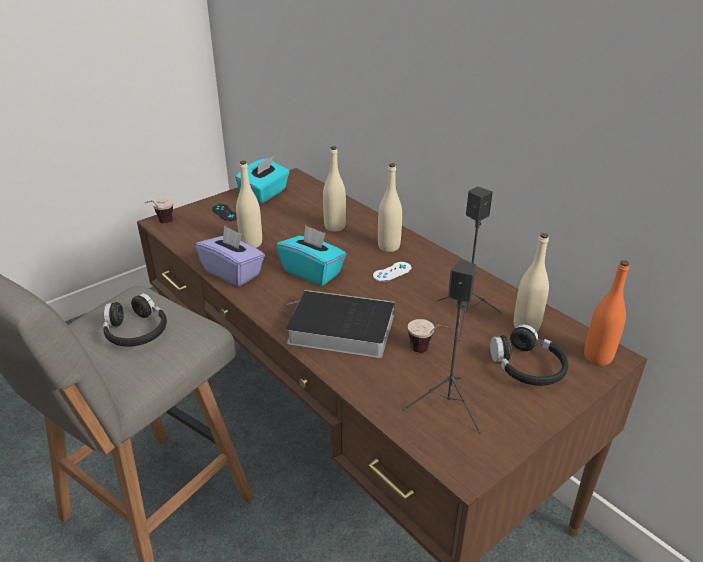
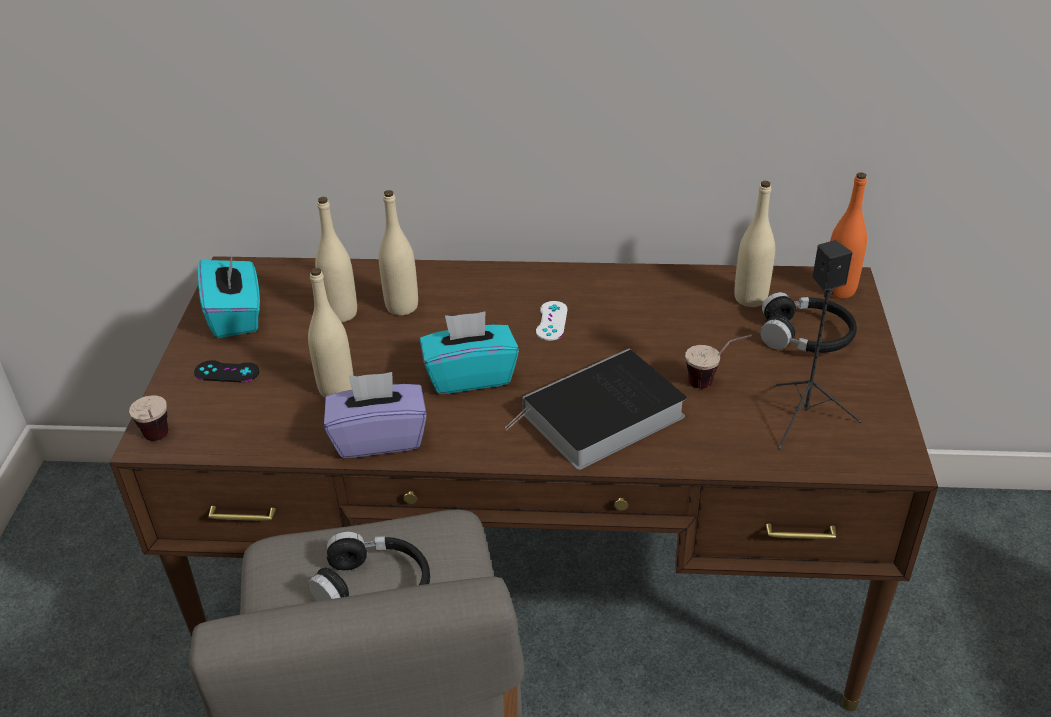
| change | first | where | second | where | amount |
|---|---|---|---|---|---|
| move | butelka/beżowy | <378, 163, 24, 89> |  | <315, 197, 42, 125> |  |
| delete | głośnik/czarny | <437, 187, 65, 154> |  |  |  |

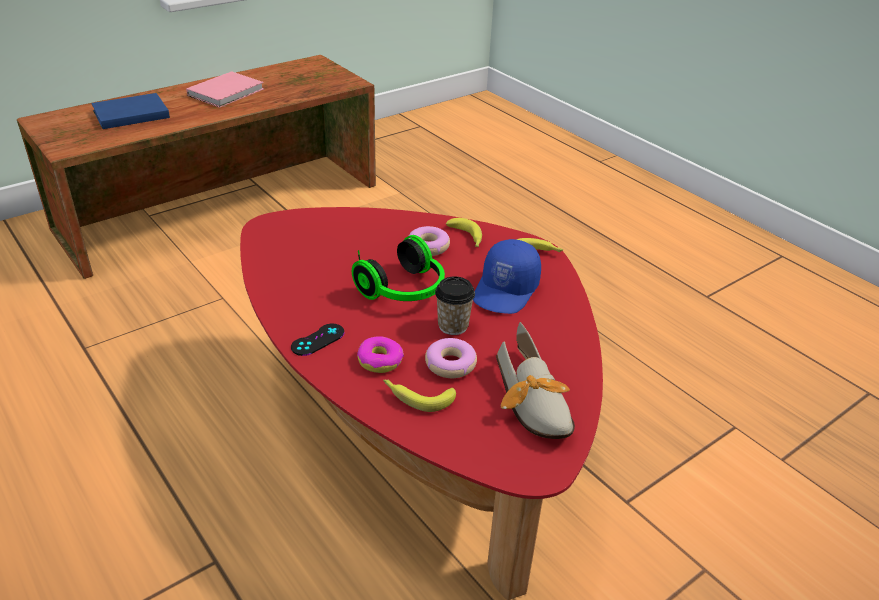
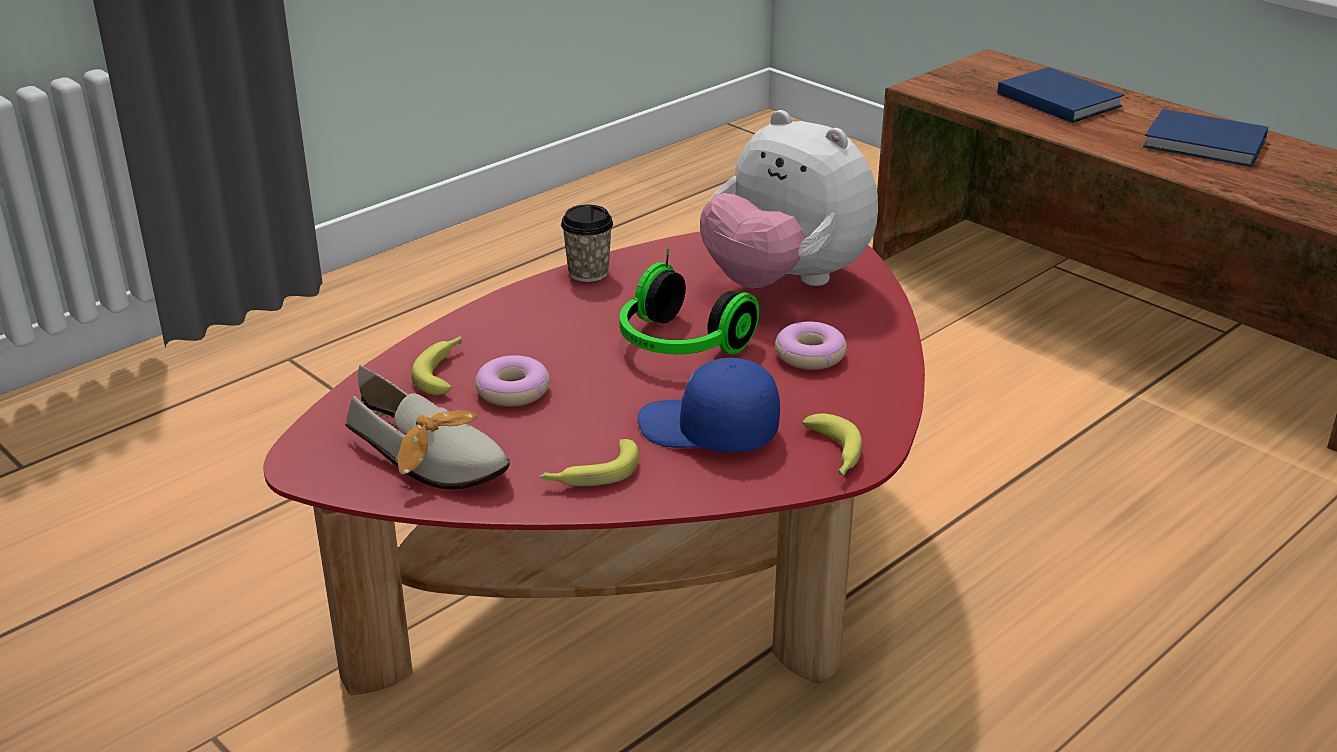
| change | first | where | second | where | amount |
|---|---|---|---|---|---|
| recolor | książka/różowy | <186, 71, 78, 37> | książka/niebieski | <1143, 109, 125, 58> |  |
| move | banan | <446, 218, 36, 29> |  | <540, 439, 99, 47> |  |
| move | filiżanka | <435, 276, 40, 59> |  | <561, 205, 52, 77> |  |
| rotate | but | <496, 322, 79, 117> |  | <345, 365, 165, 125> | 120 degrees counterclockwise |
| delete | pad do gier/czarny | <291, 324, 54, 32> |  |  |  |
| delete | donut | <357, 336, 47, 37> |  |  |  |
| insert |  |  | pluszak | <700, 110, 178, 179> |  |

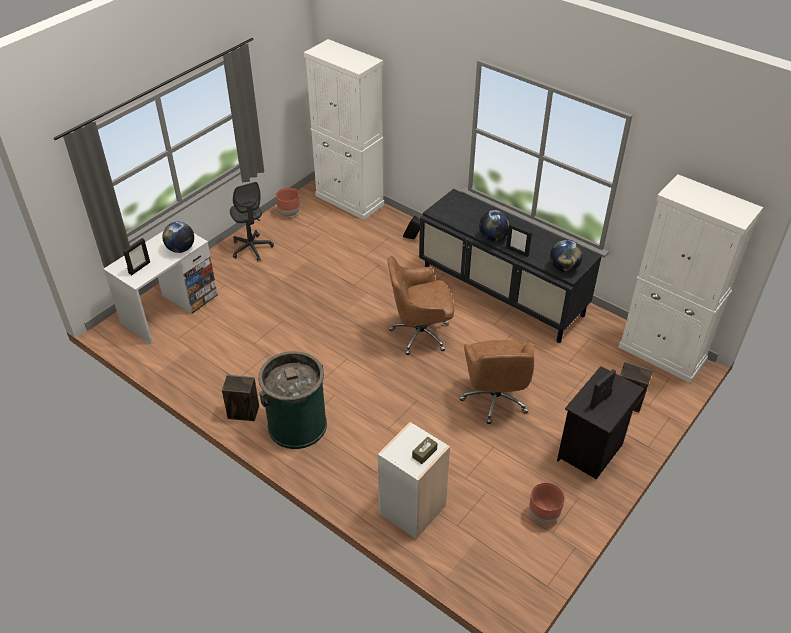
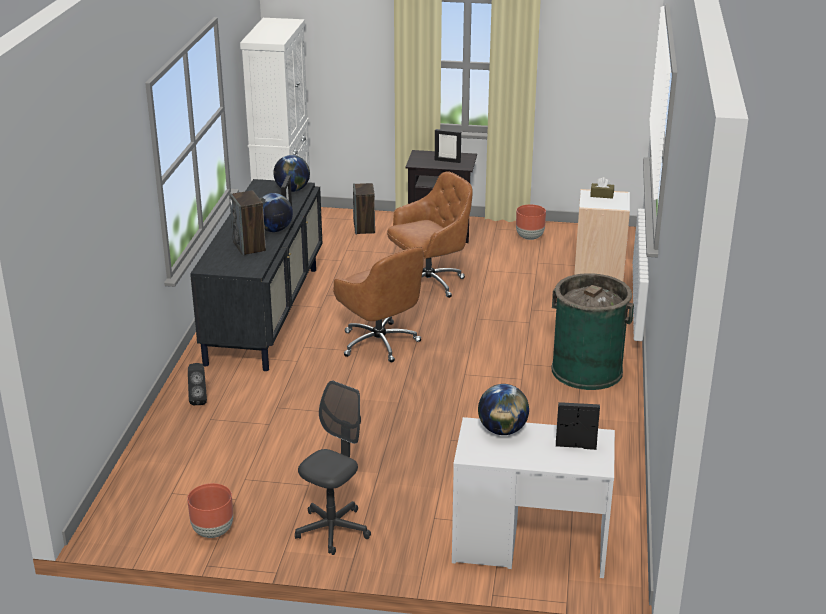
| change | first | where | second | where | amount |
|---|---|---|---|---|---|
| delete | szafka/biały | <304, 39, 80, 181> |  |  |  |
| move | głośnik | <222, 375, 37, 46> |  | <229, 190, 37, 66> |  |

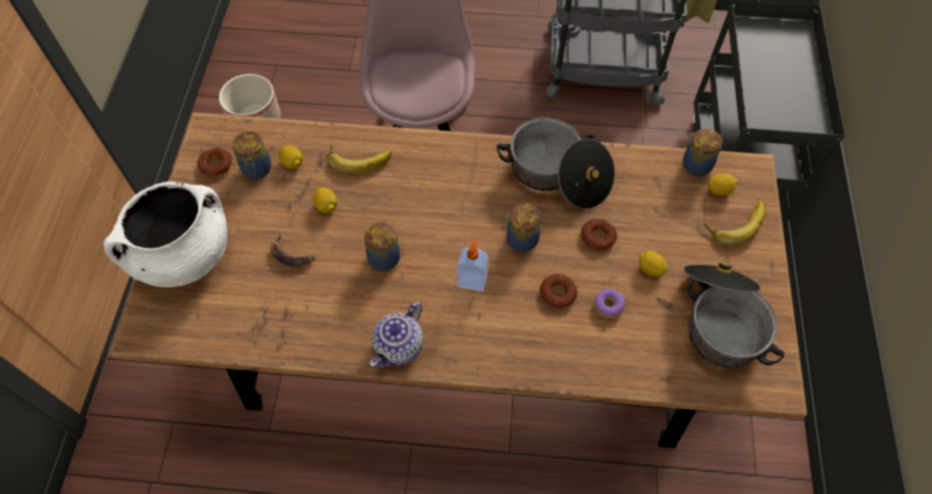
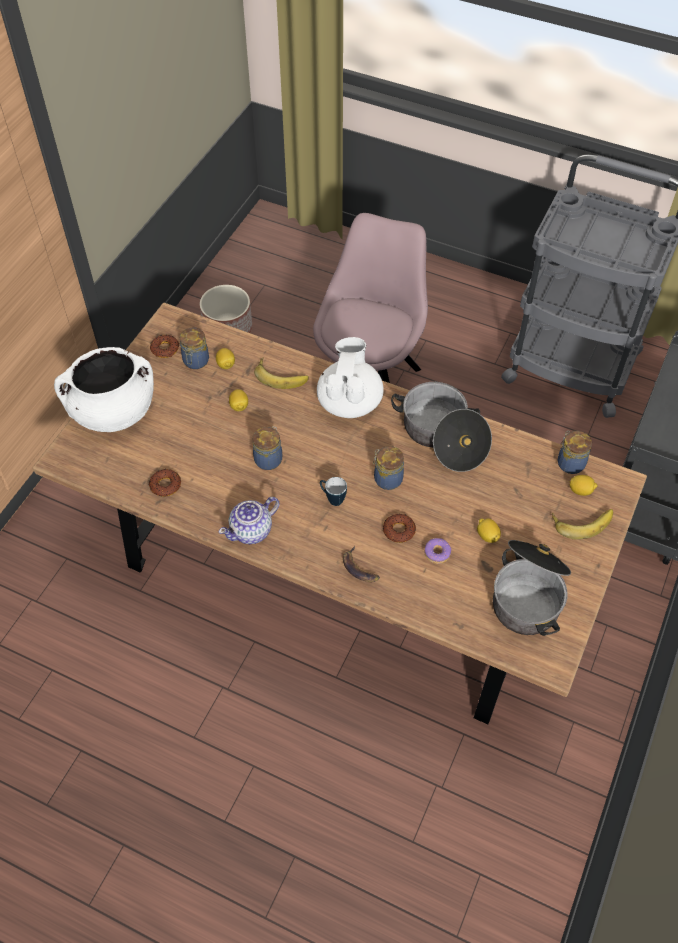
| change | first | where | second | where | amount |
|---|---|---|---|---|---|
| move | donut | <581, 219, 36, 32> |  | <149, 469, 32, 28> |  |
| move | banan | <270, 235, 45, 31> |  | <343, 546, 37, 36> |  |
| replace | dozownik mydła | <457, 238, 31, 54> | kubek | <320, 477, 27, 29> |  |
| insert |  |  | imbryk/biały | <317, 337, 67, 81> |  |

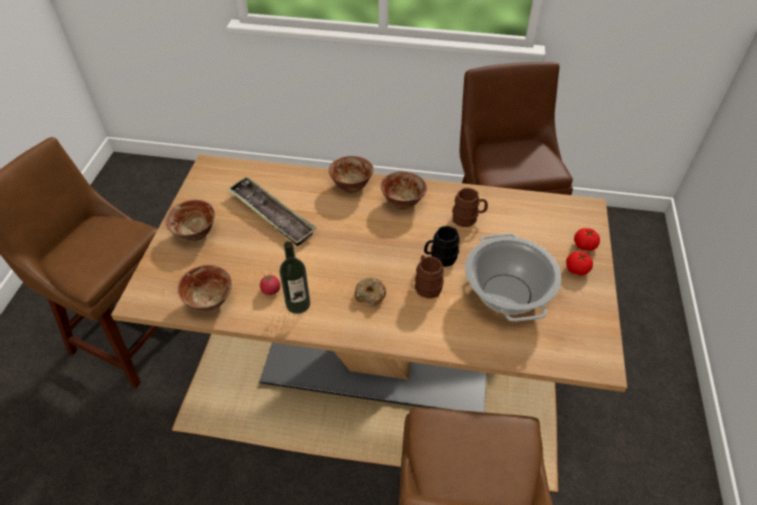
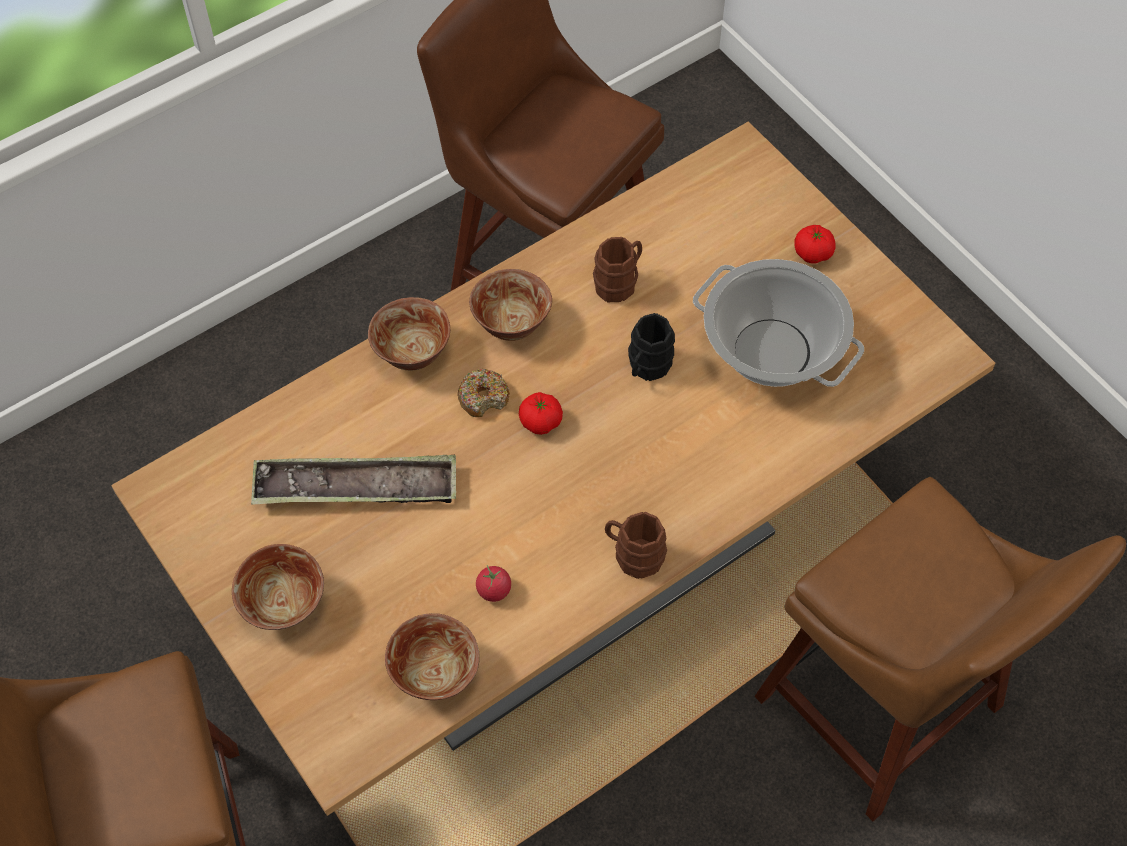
| change | first | where | second | where | amount |
|---|---|---|---|---|---|
| move | pomidor | <574, 228, 26, 23> |  | <519, 392, 44, 43> |  |
| delete | butelka | <280, 241, 30, 73> |  |  |  |
| move | kubek/brązowy | <415, 255, 29, 44> |  | <605, 512, 62, 67> |  |
| move | donut | <355, 277, 31, 29> |  | <457, 369, 53, 48> |  |

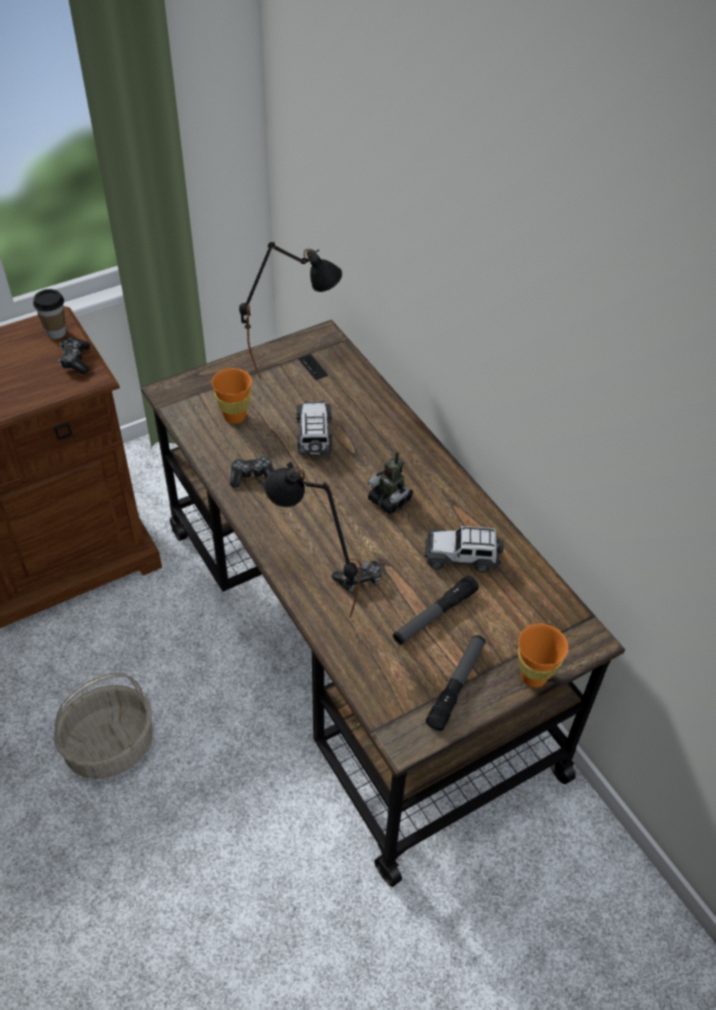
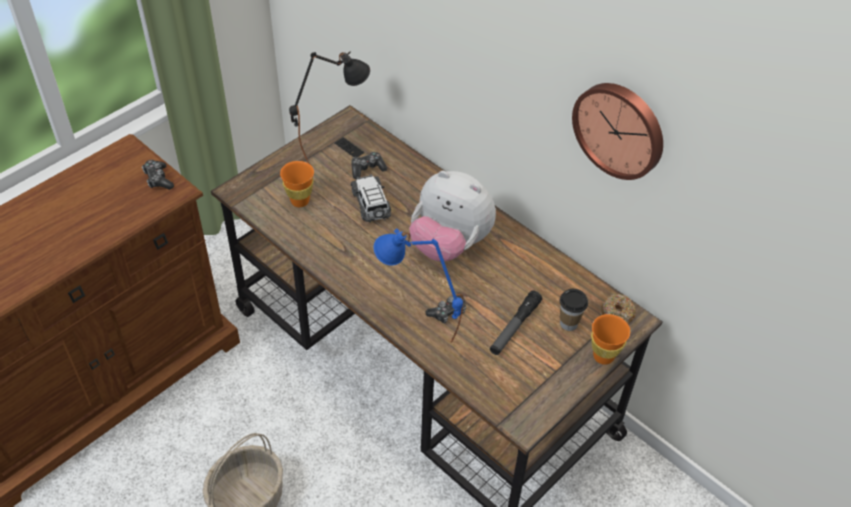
| change | first | where | second | where | amount |
|---|---|---|---|---|---|
| move | filiżanka | <33, 289, 33, 50> |  | <560, 289, 28, 42> |  |
| replace | robot zabawkowy | <368, 452, 45, 62> | pluszak | <409, 171, 87, 91> |  |
| move | pad do gier | <230, 456, 44, 32> |  | <351, 152, 36, 27> |  |
| recolor | lampa stołowa/czarny | <264, 462, 97, 156> | lampa stołowa/niebieski | <373, 229, 90, 114> |  |
| delete | samochodzik | <424, 526, 80, 47> |  |  |  |
| delete | latarka | <426, 635, 59, 96> |  |  |  |
| insert |  |  | zegar ścienny | <572, 83, 91, 97> |  |
| insert |  |  | donut | <601, 294, 35, 29> |  |

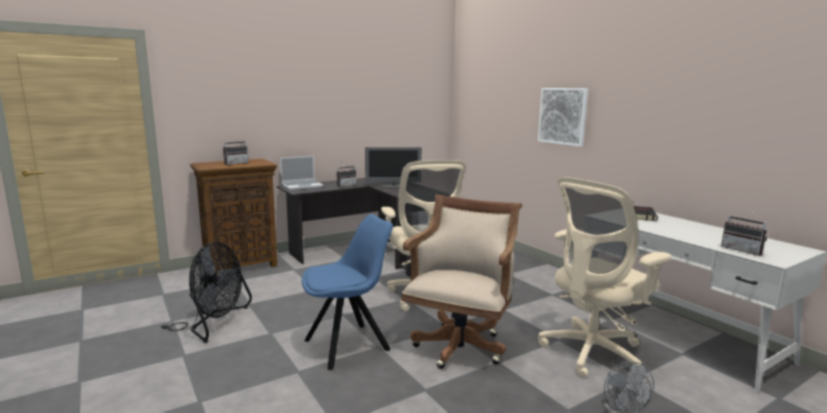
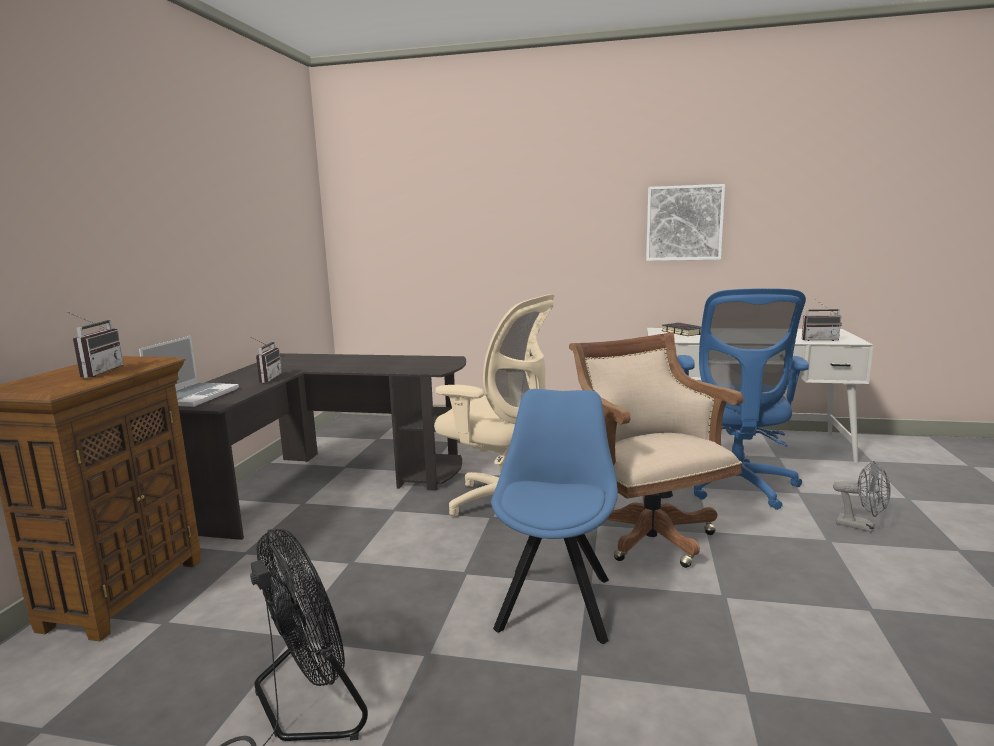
| change | first | where | second | where | amount |
|---|---|---|---|---|---|
| move | obraz | <538, 88, 50, 59> |  | <646, 184, 79, 77> |  |
| delete | monitor | <365, 147, 56, 41> |  |  |  |
| recolor | krzesło biurowe/beżowy | <538, 177, 134, 201> | krzesło biurowe/niebieski | <677, 288, 132, 222> |  |

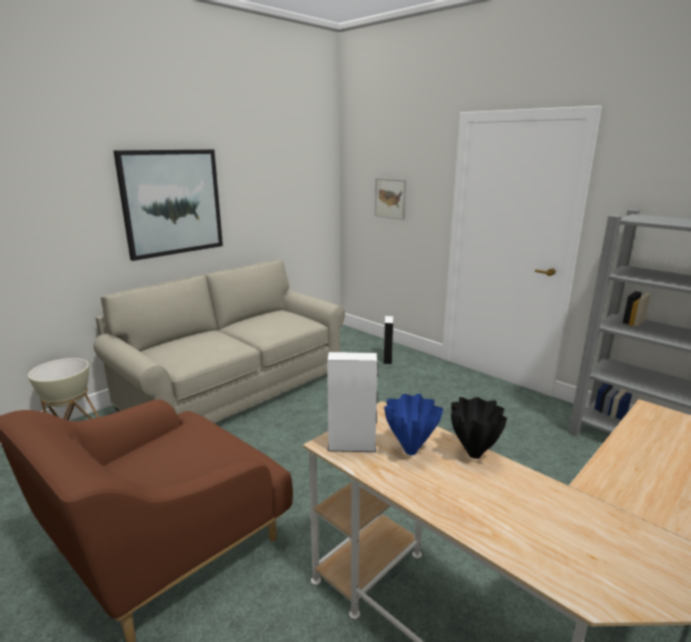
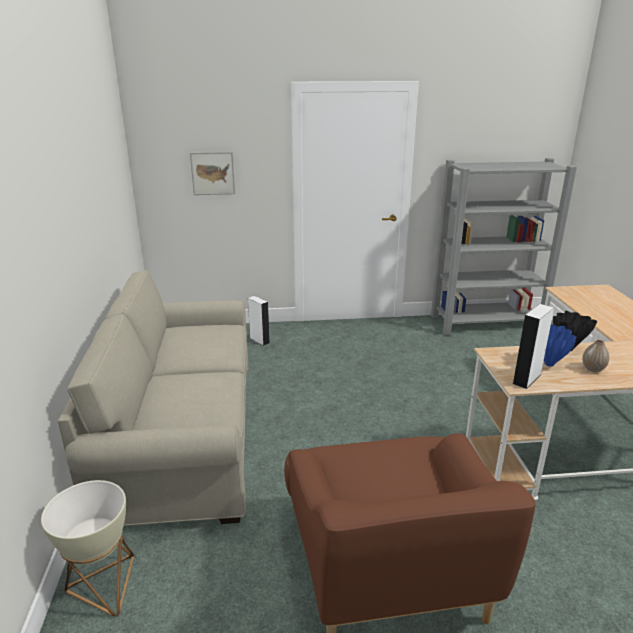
| change | first | where | second | where | amount |
|---|---|---|---|---|---|
| delete | obraz | <113, 150, 110, 111> |  |  |  |
| insert |  |  | wazon | <582, 340, 28, 32> |  |

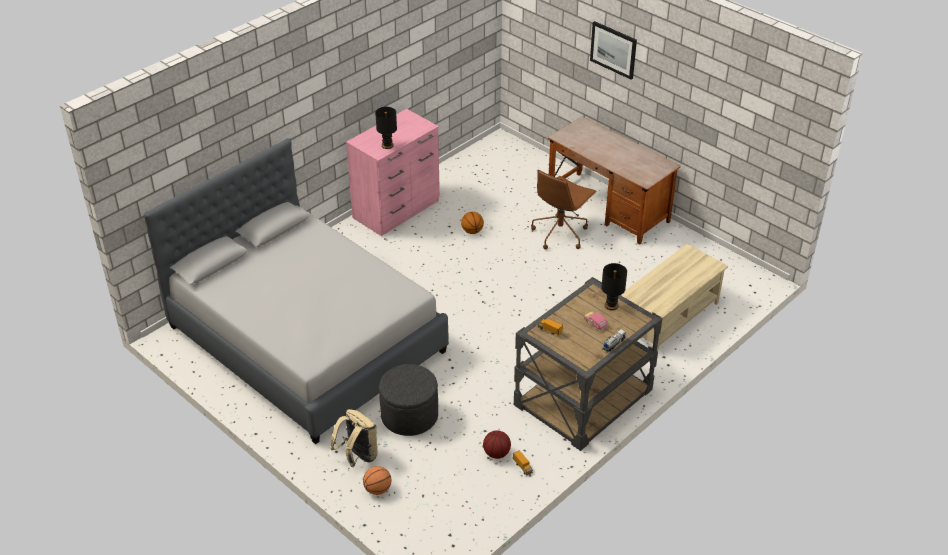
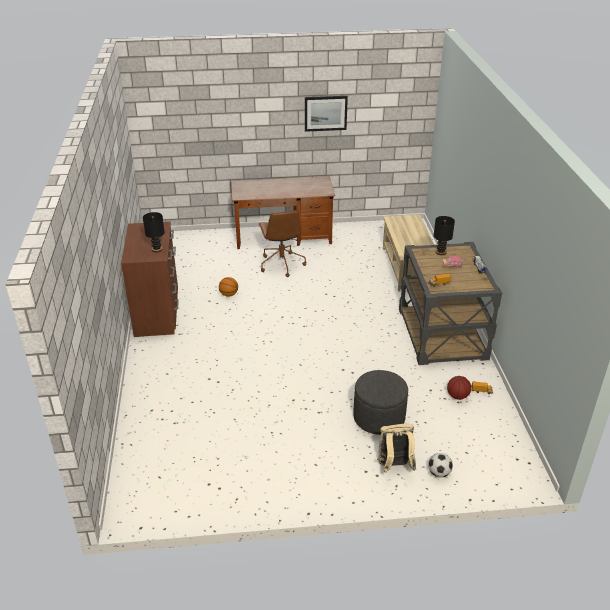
| change | first | where | second | where | amount |
|---|---|---|---|---|---|
| move | obraz | <590, 21, 47, 59> |  | <305, 96, 43, 36> |  |
| recolor | komoda/różowy | <346, 109, 94, 127> | komoda/brązowy | <121, 221, 58, 116> |  |
| delete | łóżko/szary | <144, 138, 305, 306> |  |  |  |
| replace | piłka do koszykówki | <363, 466, 28, 29> | piłka futbolowa | <428, 453, 25, 25> |  |

